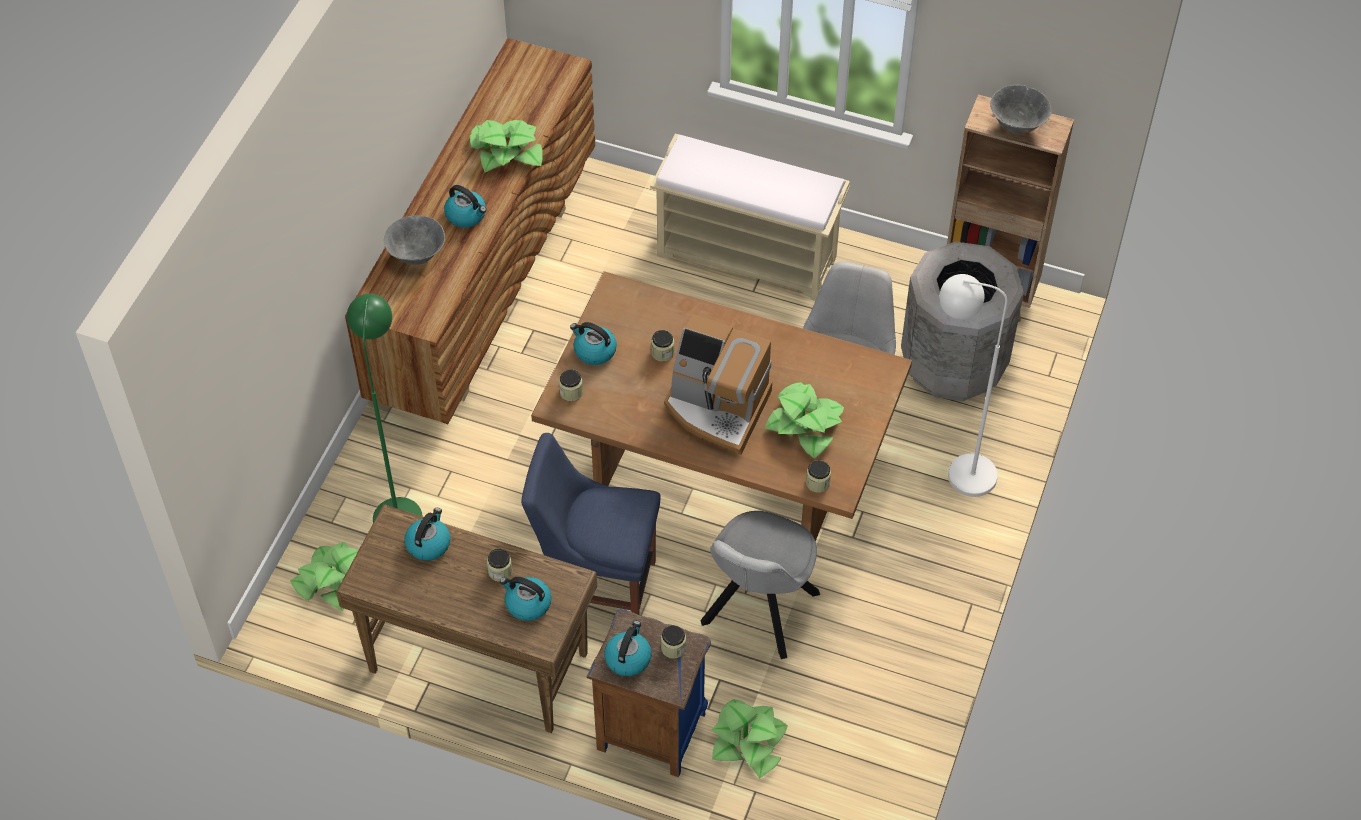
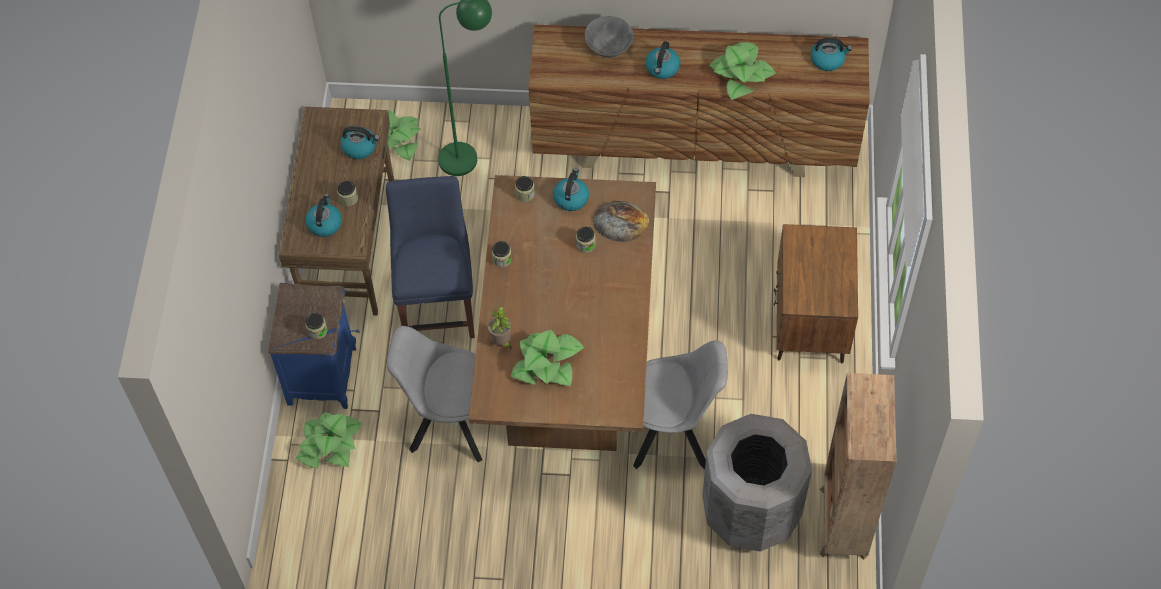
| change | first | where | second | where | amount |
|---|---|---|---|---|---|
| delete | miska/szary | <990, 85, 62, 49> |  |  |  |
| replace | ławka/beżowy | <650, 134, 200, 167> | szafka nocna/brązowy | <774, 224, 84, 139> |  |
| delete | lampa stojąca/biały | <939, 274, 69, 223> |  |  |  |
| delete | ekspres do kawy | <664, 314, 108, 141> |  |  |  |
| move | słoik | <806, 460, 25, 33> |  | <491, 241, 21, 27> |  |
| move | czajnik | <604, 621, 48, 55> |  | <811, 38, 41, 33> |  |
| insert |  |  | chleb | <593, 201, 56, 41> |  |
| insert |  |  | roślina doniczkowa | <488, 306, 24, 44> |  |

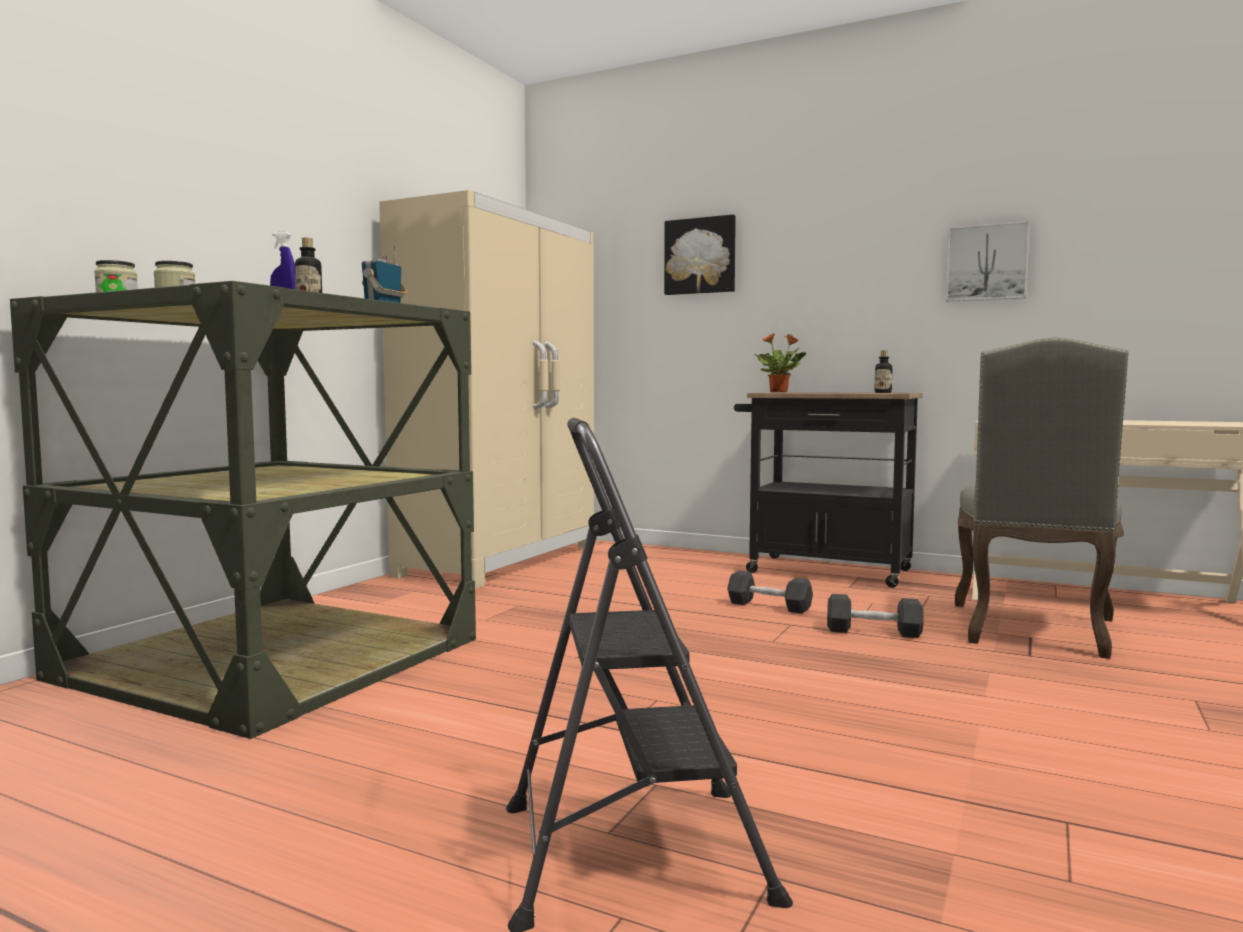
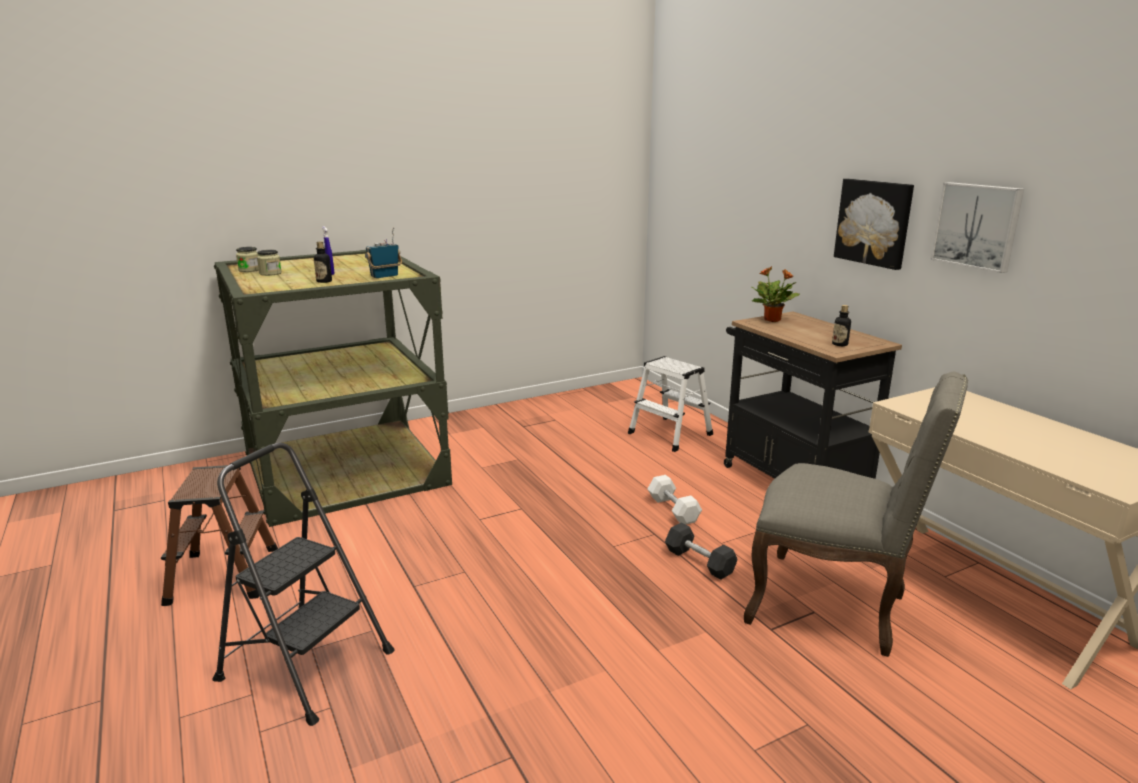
| change | first | where | second | where | amount |
|---|---|---|---|---|---|
| delete | szafka/beżowy | <379, 190, 215, 398> |  |  |  |
| move | obraz | <664, 214, 72, 81> |  | <834, 179, 80, 91> |  |
| rotate | krzesło/szary | <955, 337, 173, 322> |  | <744, 371, 224, 286> | 120 degrees counterclockwise |
| recolor | hantel/czarny | <727, 571, 86, 43> | hantel/biały | <648, 475, 54, 50> |  |
| insert |  |  | drabinka/biały | <628, 356, 85, 96> |  |
| insert |  |  | drabinka/brązowy | <161, 465, 117, 141> |  |

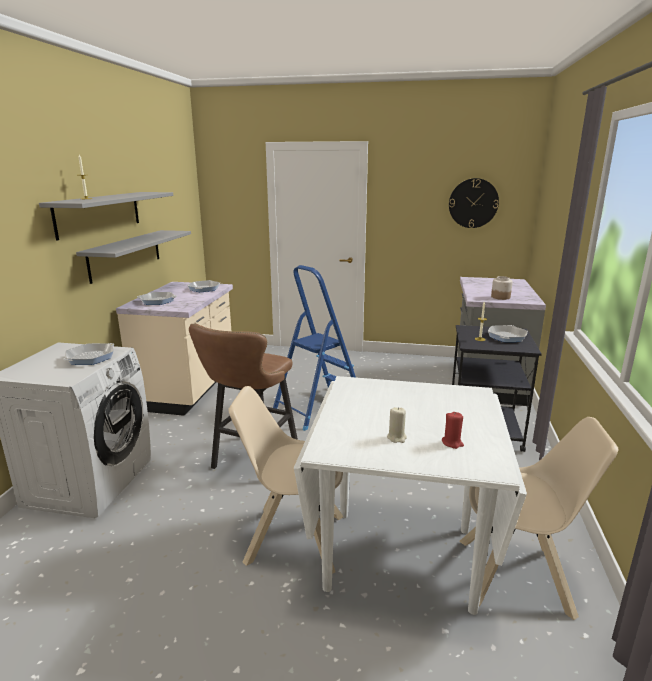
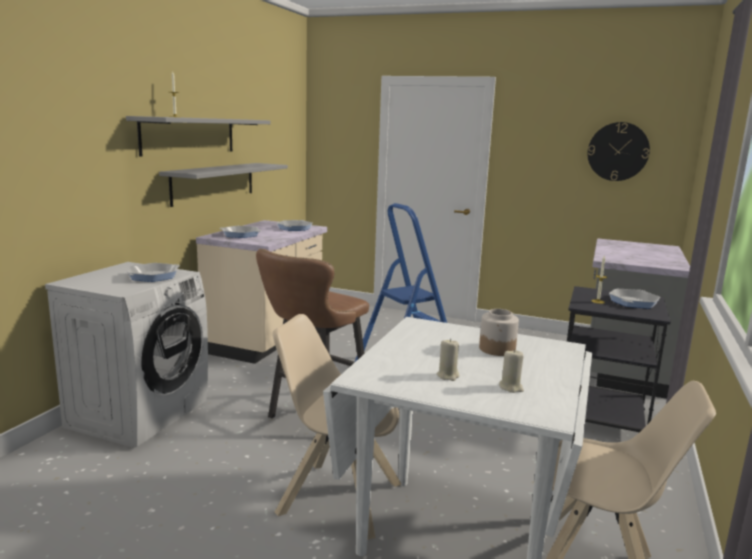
| change | first | where | second | where | amount |
|---|---|---|---|---|---|
| move | słoik | <491, 276, 22, 24> |  | <479, 309, 40, 47> |  |
| recolor | świeca/czerwony | <442, 412, 22, 37> | świeca/beżowy | <499, 349, 25, 44> |  |

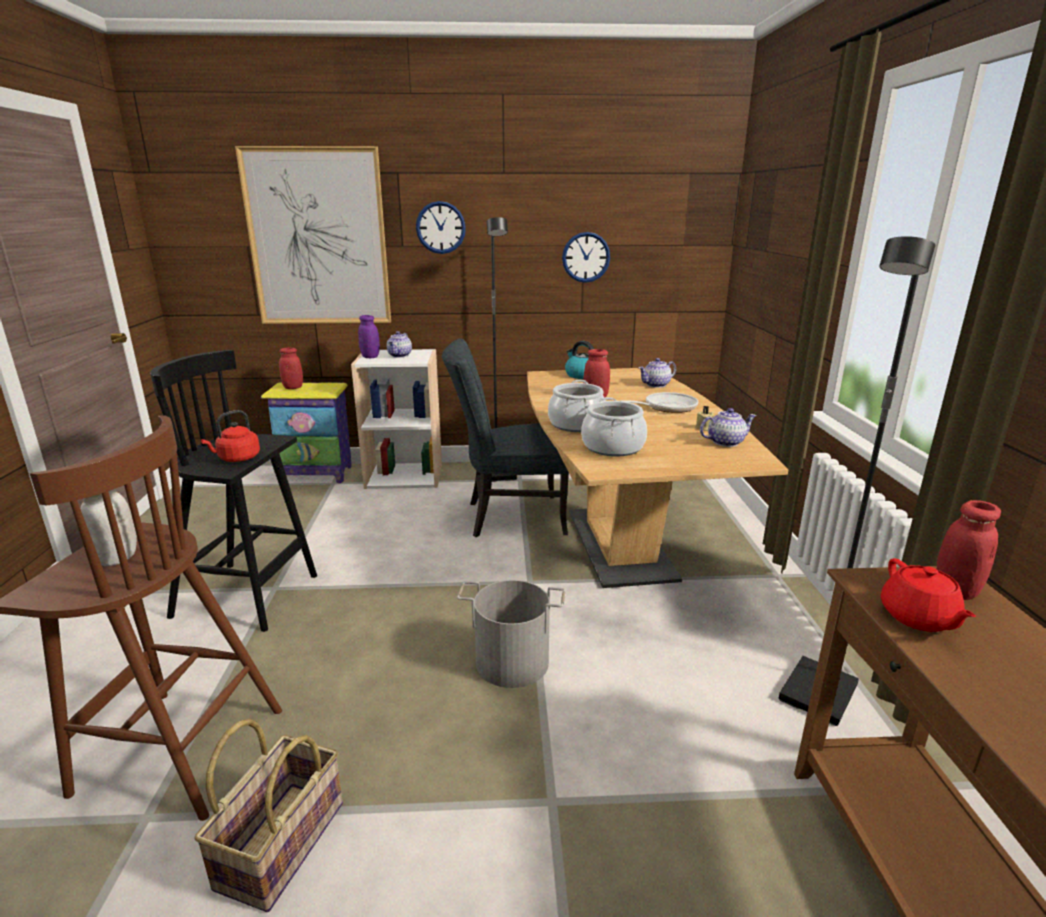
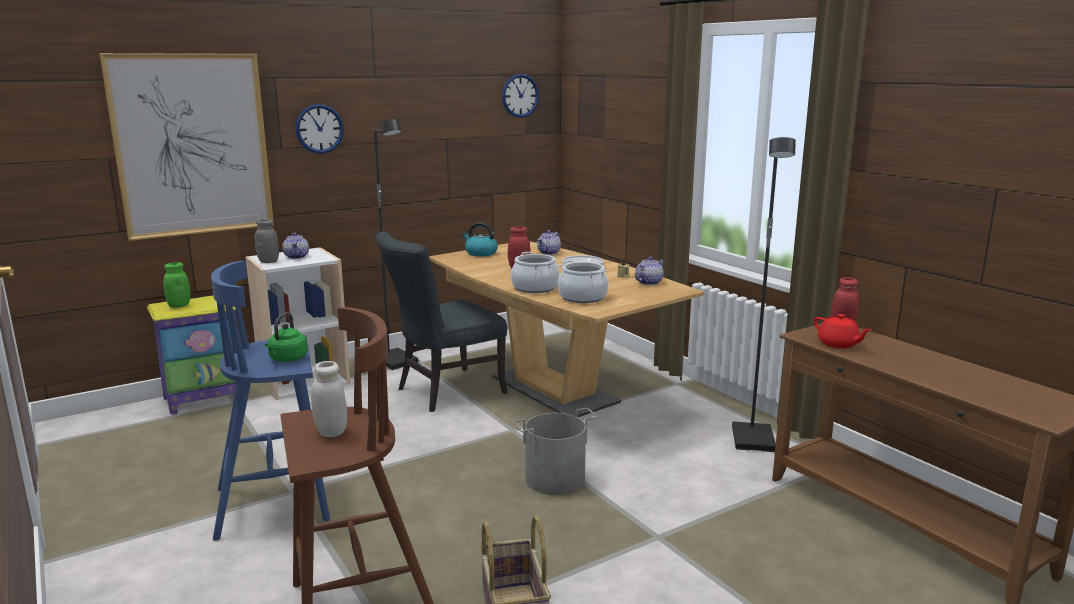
| change | first | where | second | where | amount |
|---|---|---|---|---|---|
| move | zegar ścienny | <562, 232, 48, 51> |  | <502, 74, 37, 44> |  |
| recolor | słoik/fioletowy | <358, 315, 22, 43> | słoik/szary | <255, 219, 24, 44> |  |
| recolor | słoik/czerwony | <279, 348, 24, 41> | słoik/zielony | <163, 262, 28, 46> |  |
| recolor | stołek/czarny | <150, 350, 167, 282> | stołek/niebieski | <211, 261, 119, 280> |  |
| recolor | czajnik/czerwony | <201, 410, 59, 52> | czajnik/zielony | <265, 313, 43, 49> |  |

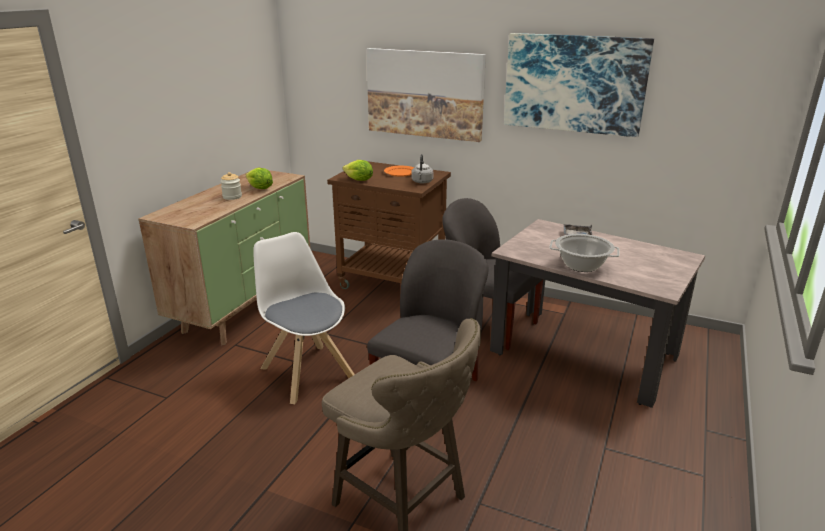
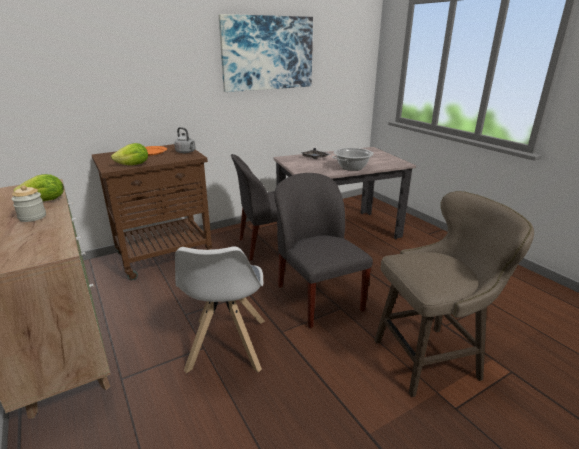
| change | first | where | second | where | amount |
|---|---|---|---|---|---|
| delete | obraz | <366, 48, 120, 94> |  |  |  |
| rotate | krzesło | <253, 232, 102, 172> |  | <175, 246, 90, 127> | 90 degrees counterclockwise |

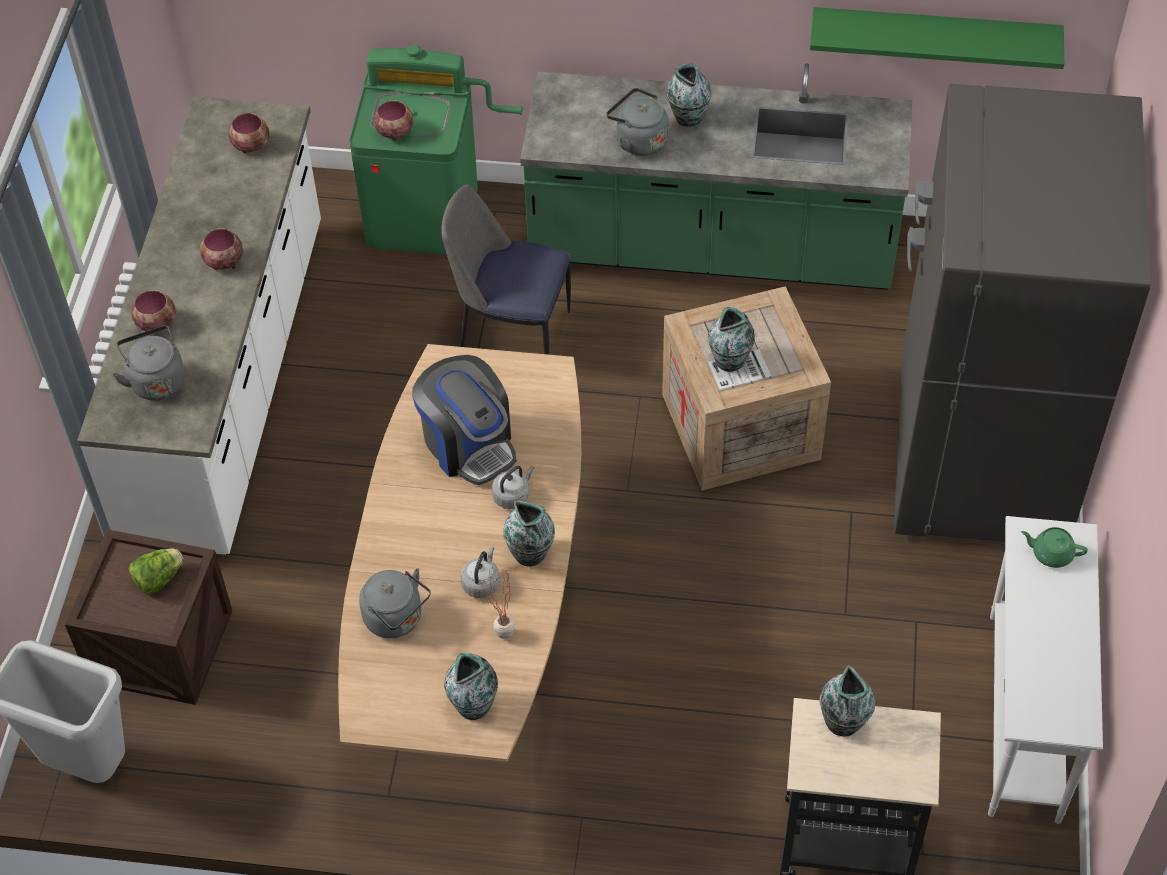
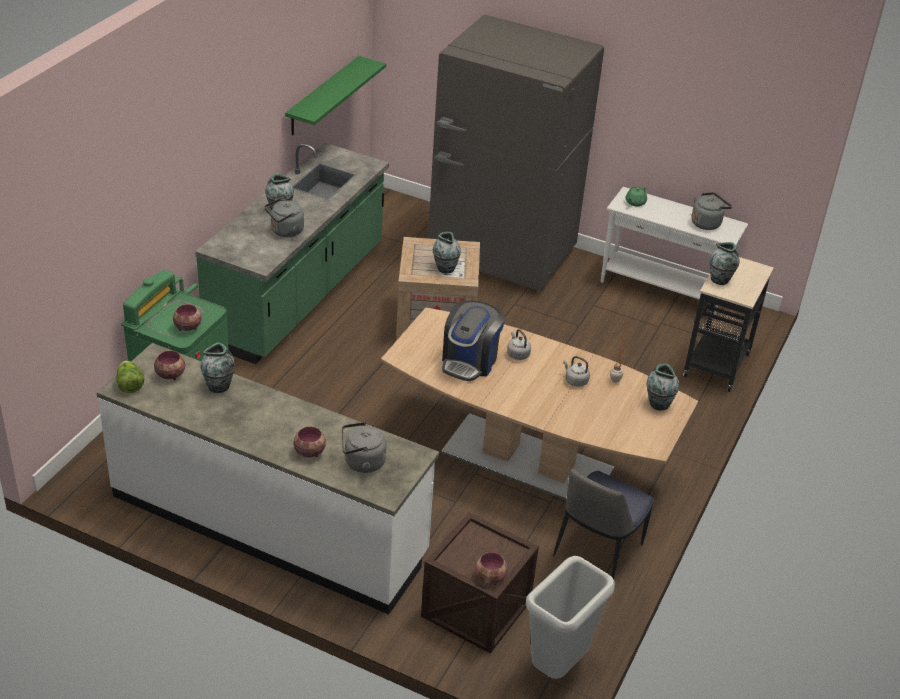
| change | first | where | second | where | amount |
|---|---|---|---|---|---|
| move | krzesło | <441, 184, 130, 171> |  | <553, 469, 101, 110> |  |
| move | miska | <200, 228, 43, 42> |  | <475, 552, 33, 33> |  |
| rotate | ekspres do kawy | <412, 355, 104, 130> |  | <442, 300, 63, 81> | 135 degrees clockwise |
| move | wazon | <503, 500, 52, 66> |  | <200, 342, 35, 51> |  |
| move | sałata | <129, 549, 54, 45> |  | <116, 361, 28, 32> |  |
| move | czajnik/szary | <359, 568, 72, 70> |  | <692, 192, 40, 38> |  |

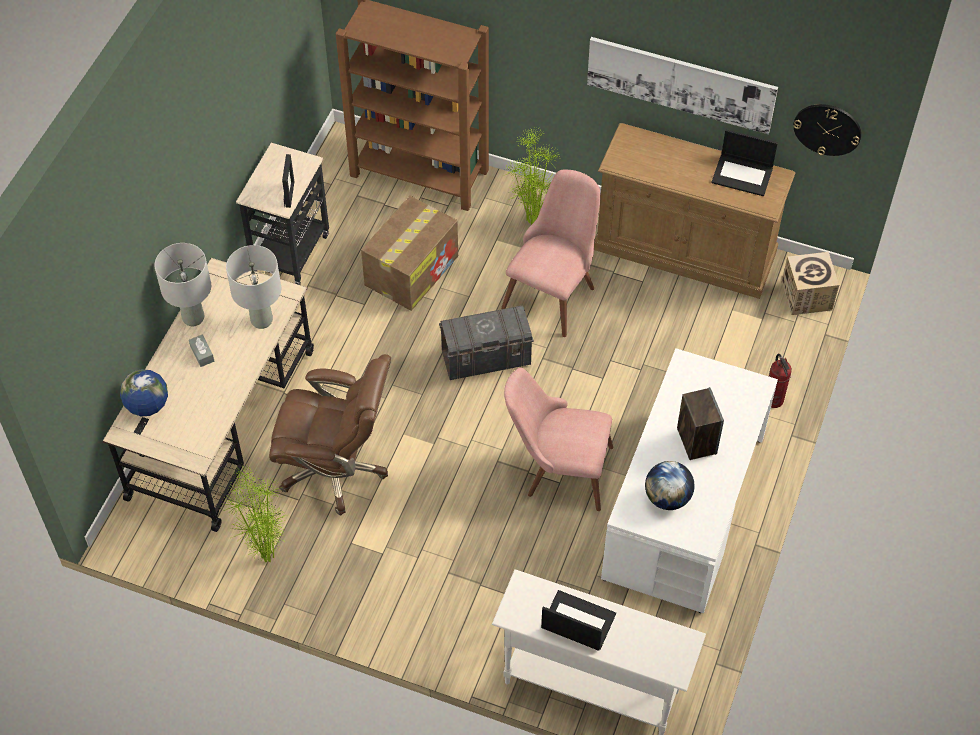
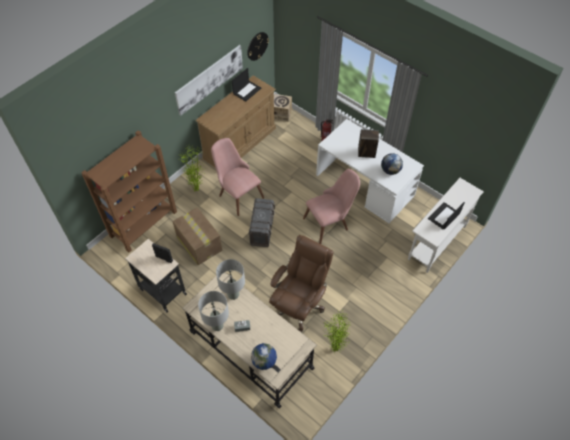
| change | first | where | second | where | amount |
|---|---|---|---|---|---|
| rotate | krzesło/różowy | <504, 368, 109, 143> |  | <303, 169, 57, 75> | 150 degrees counterclockwise |

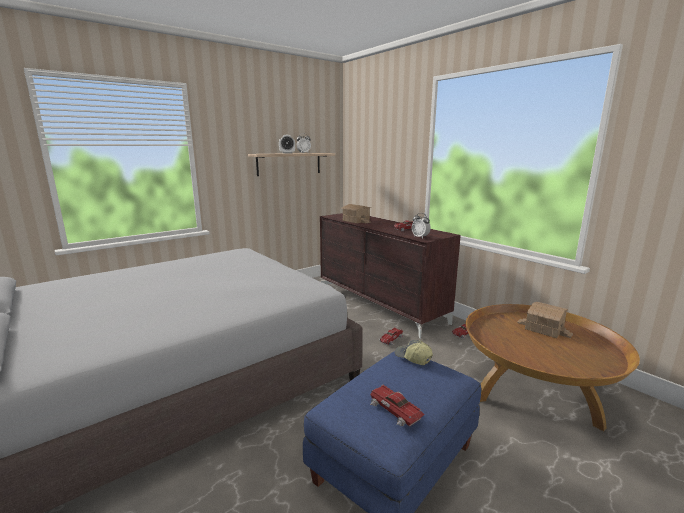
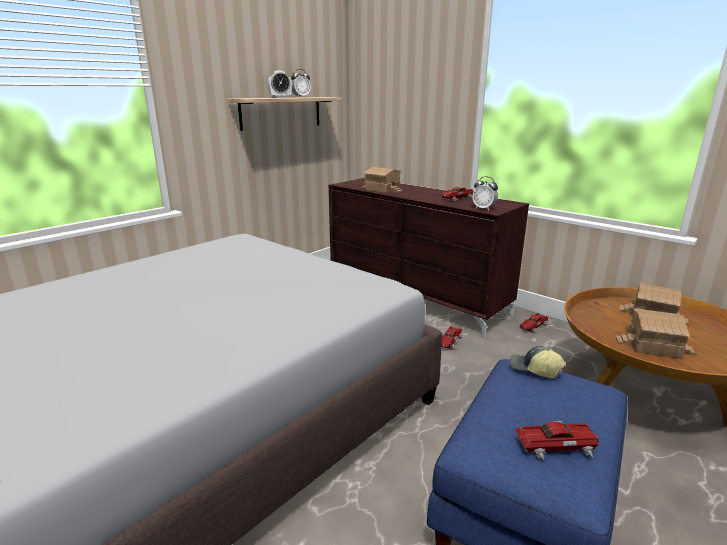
| change | first | where | second | where | amount |
|---|---|---|---|---|---|
| rotate | samochodzik | <370, 385, 55, 42> |  | <515, 421, 84, 39> | 135 degrees clockwise |
| insert |  |  | domek | <616, 308, 79, 51> |  |

